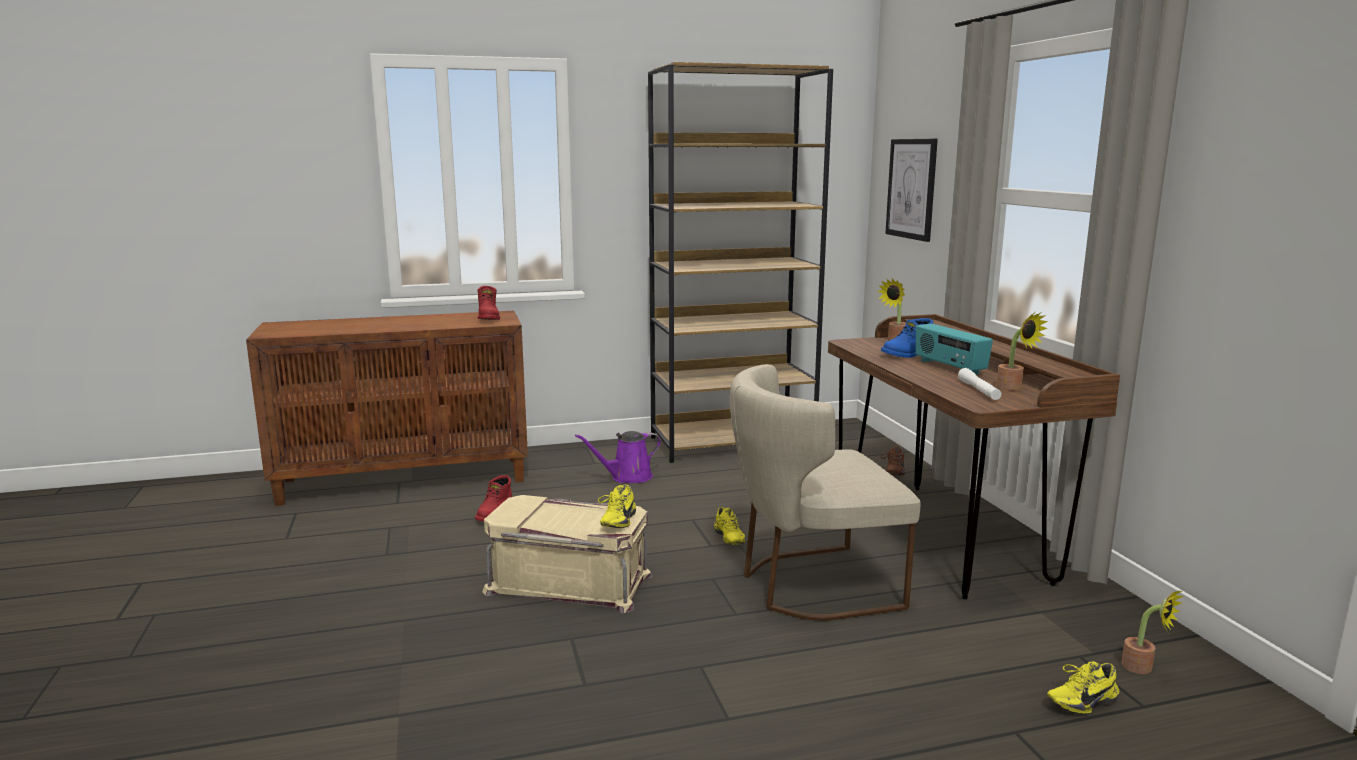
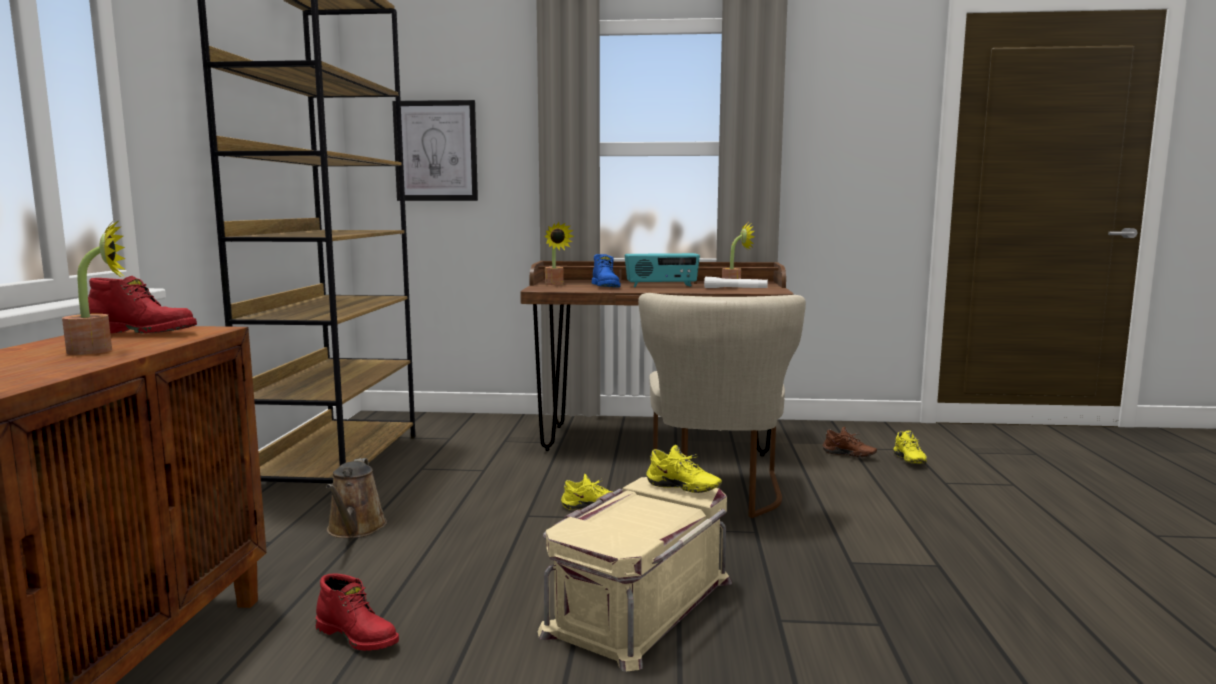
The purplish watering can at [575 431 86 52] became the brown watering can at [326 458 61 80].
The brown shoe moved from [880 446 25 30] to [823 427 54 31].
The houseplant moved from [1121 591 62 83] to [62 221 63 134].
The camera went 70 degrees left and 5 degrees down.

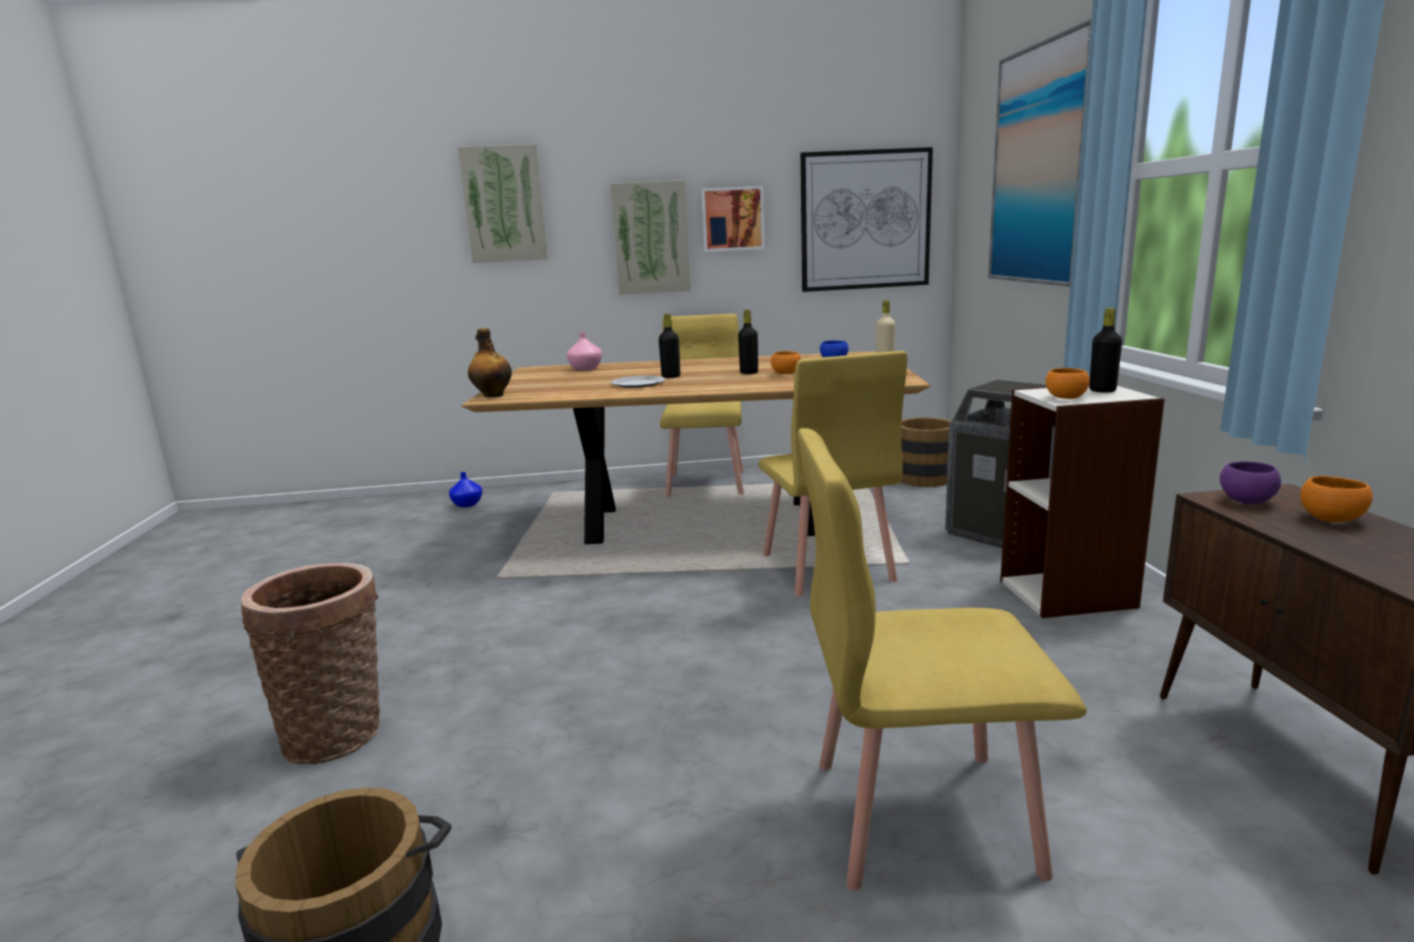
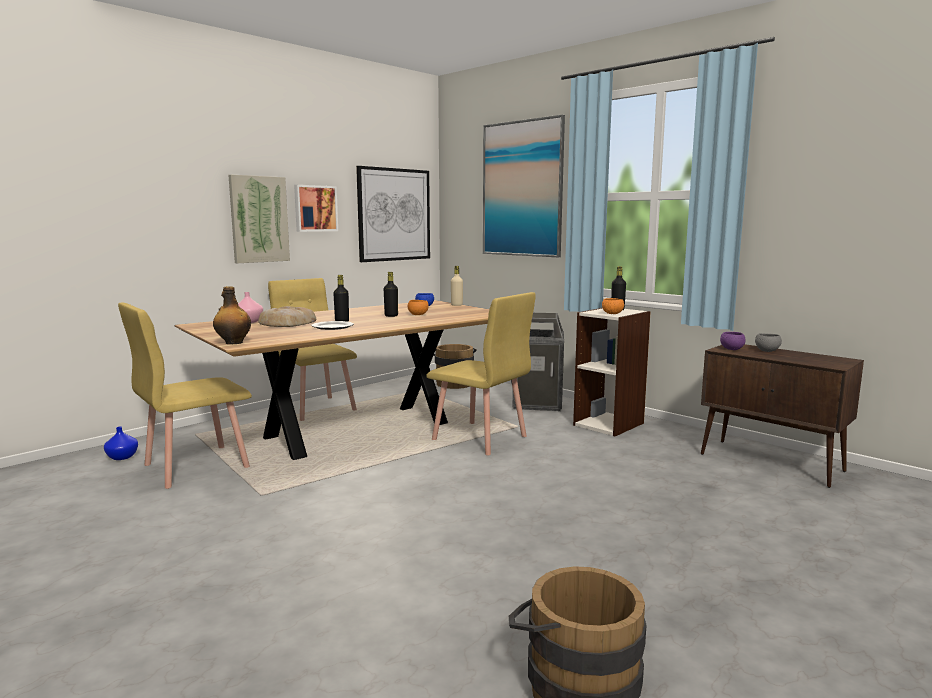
The wall art at [458 144 90 119] disappeared.
The yellow upright chair moved from [798 428 289 462] to [118 303 134 186].
The orange-coloured bowl at [1300 476 73 46] became the gray bowl at [755 333 27 19].
The storage basket at [241 563 139 201] disappeared.
The bread at [258 306 58 21] appeared.
The camera went 40 degrees left and 5 degrees down.

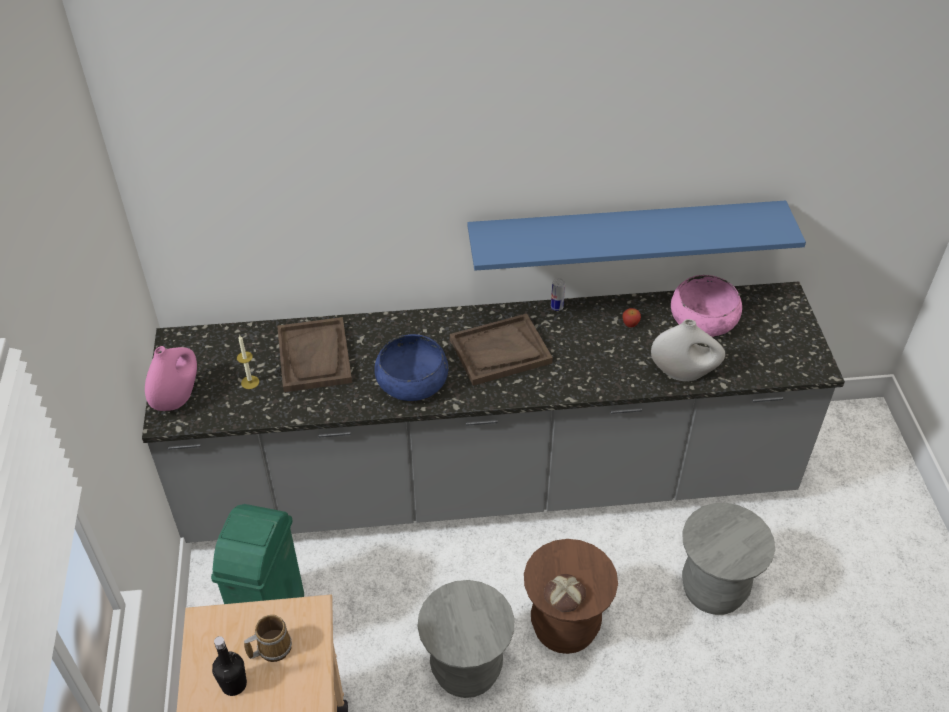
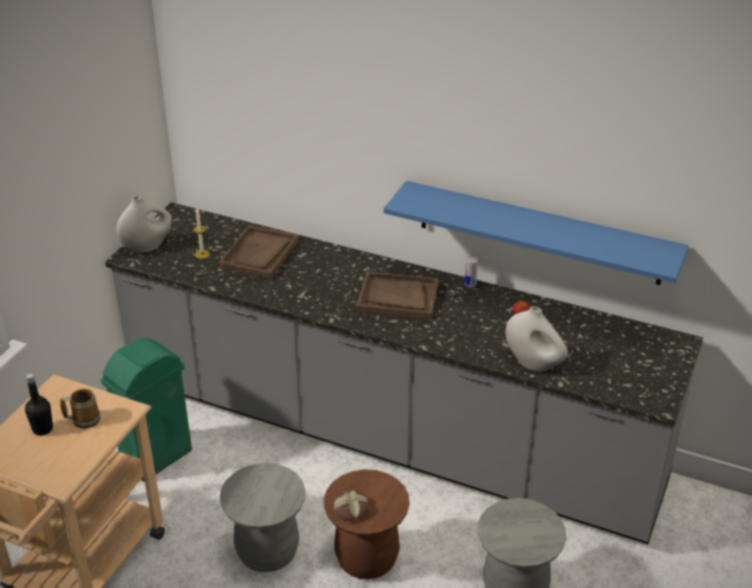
The pinkish bowl at [671 275 71 62] disappeared.
The bluish bowl at [374 334 75 67] disappeared.
The pinkish decorative vase at [145 346 52 65] became the white decorative vase at [116 196 56 57].
The camera went 30 degrees right and 10 degrees down.

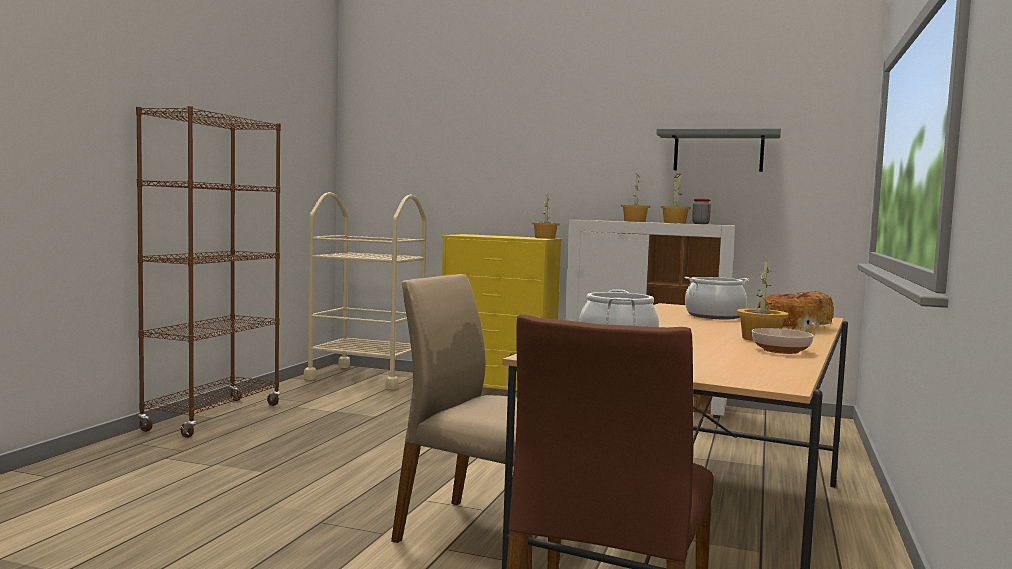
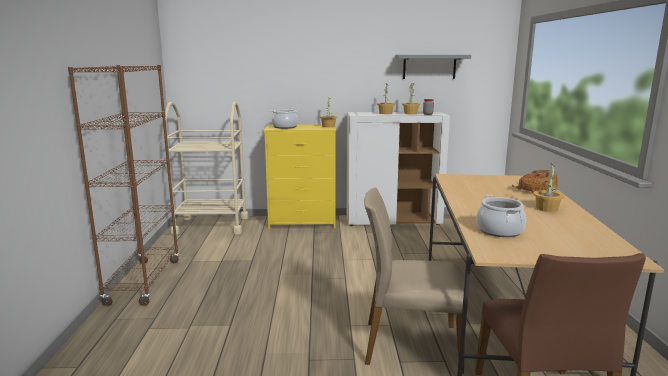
The saucepot moved from [685 277 64 42] to [271 109 27 20].
The bowl at [752 328 62 26] disappeared.
The camera went 20 degrees left and 10 degrees up.

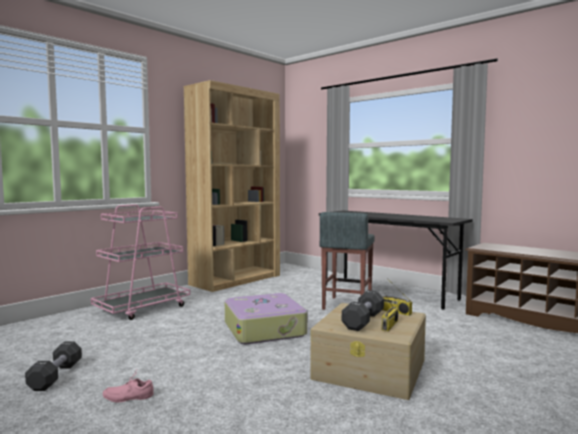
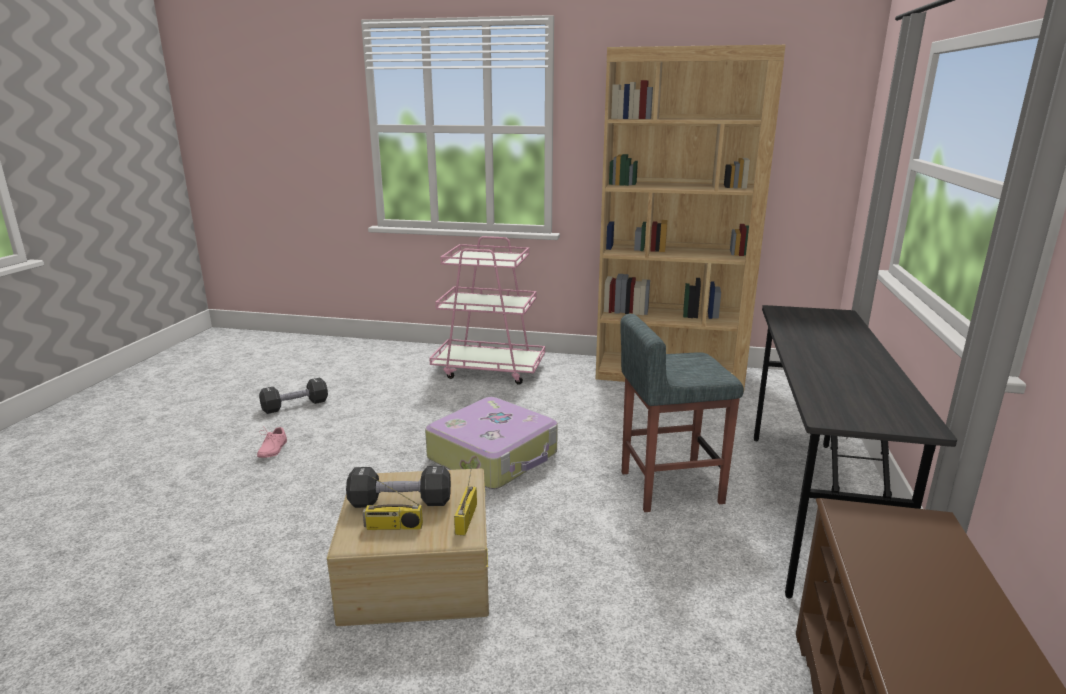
The pinkish shoe at [103 370 51 32] turned 135 degrees counterclockwise.
The camera went 60 degrees right and 15 degrees up.

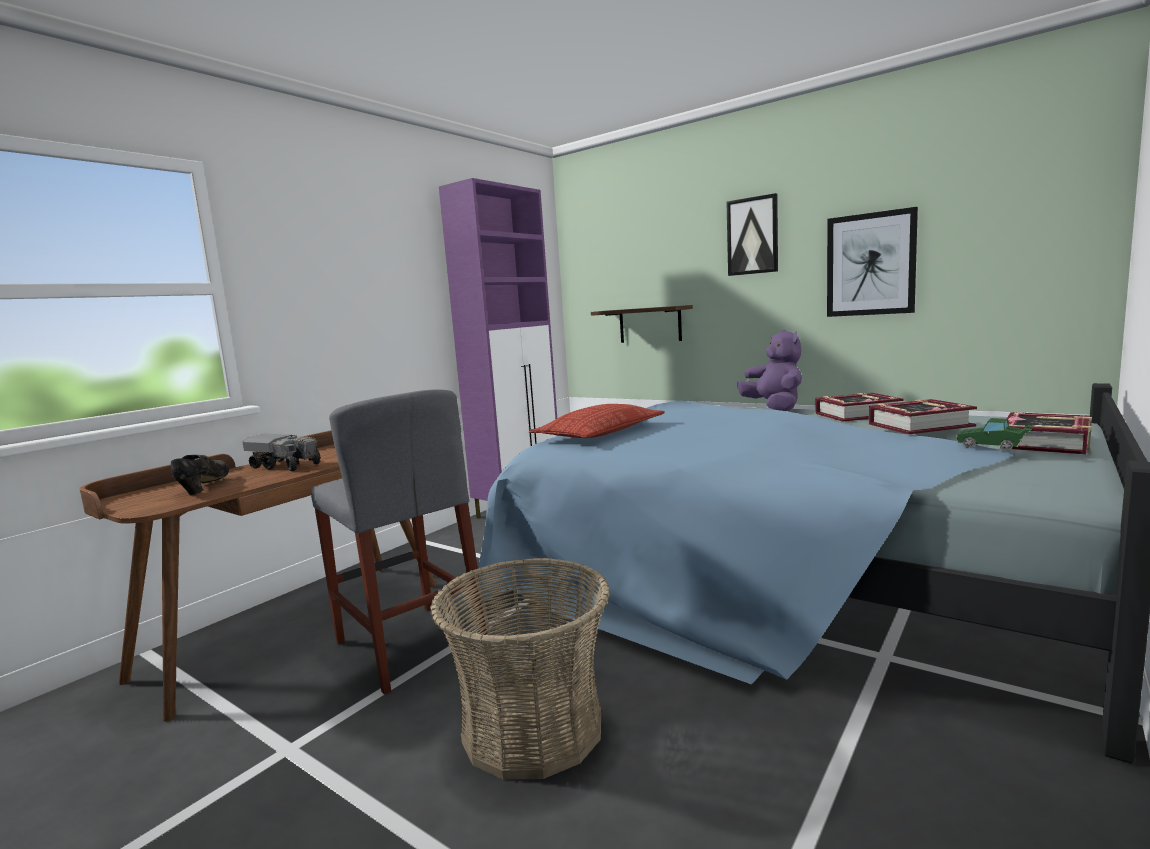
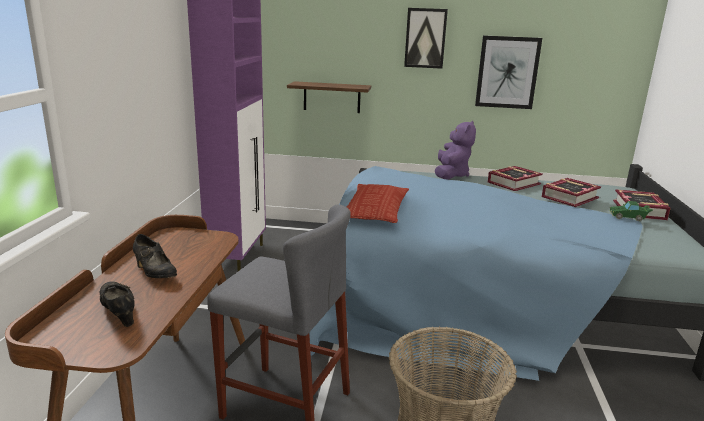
The purplish cuddly toy at [737 330 65 81] turned 60 degrees clockwise.
The model truck at [243 434 78 37] was replaced by the black shoe at [133 234 44 44].
The camera went 30 degrees left and 10 degrees up.

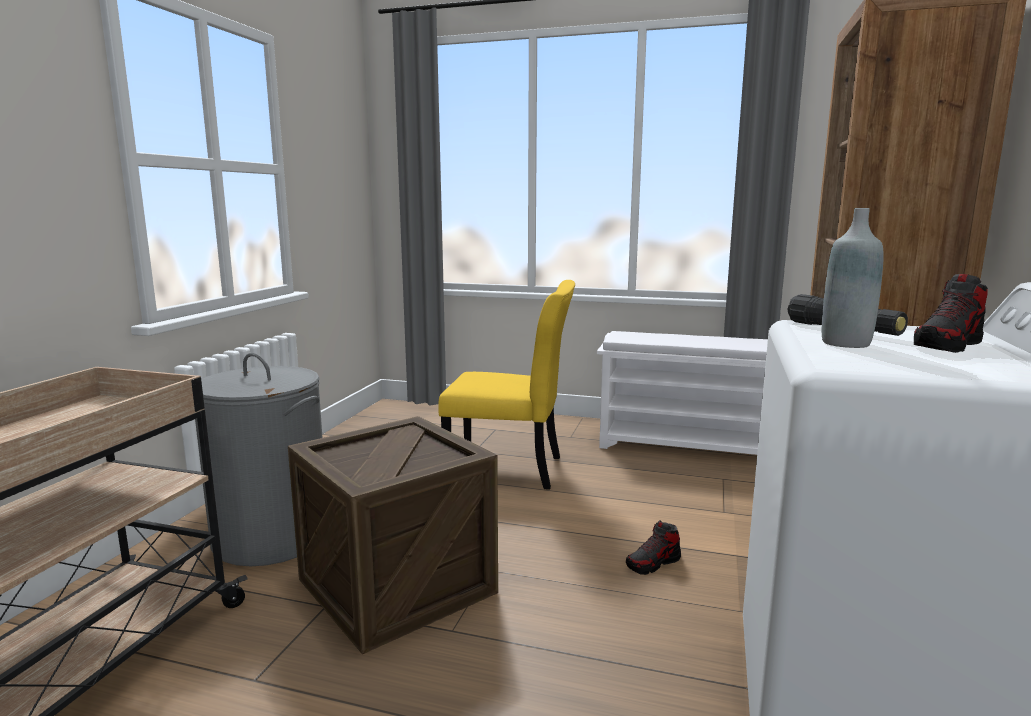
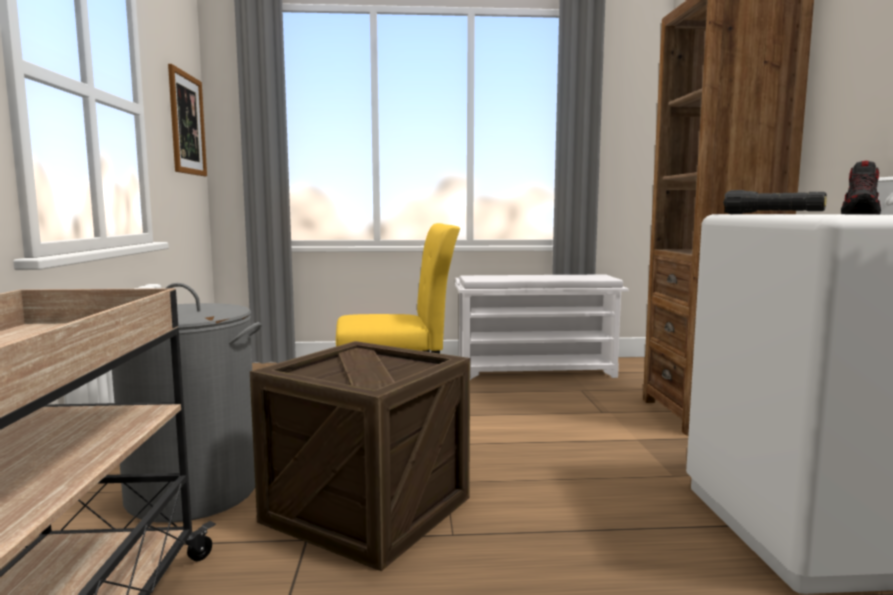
The gray drink bottle at [822 208 62 140] disappeared.
The shoe at [626 520 55 55] disappeared.
The wall art at [168 64 39 112] appeared.
The camera went 20 degrees left and 5 degrees down.

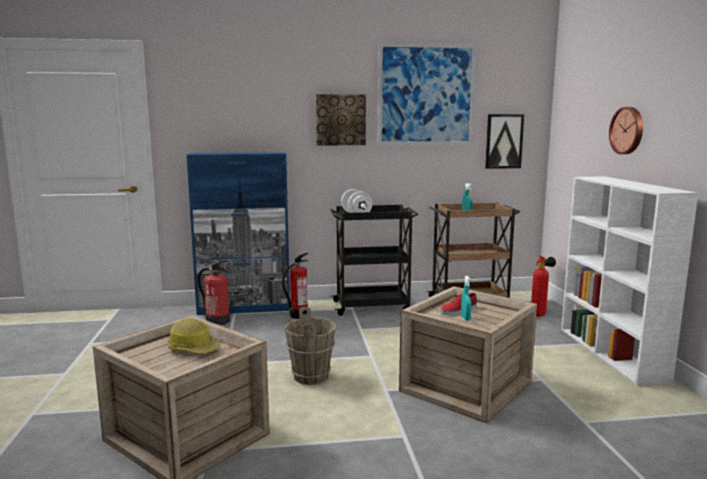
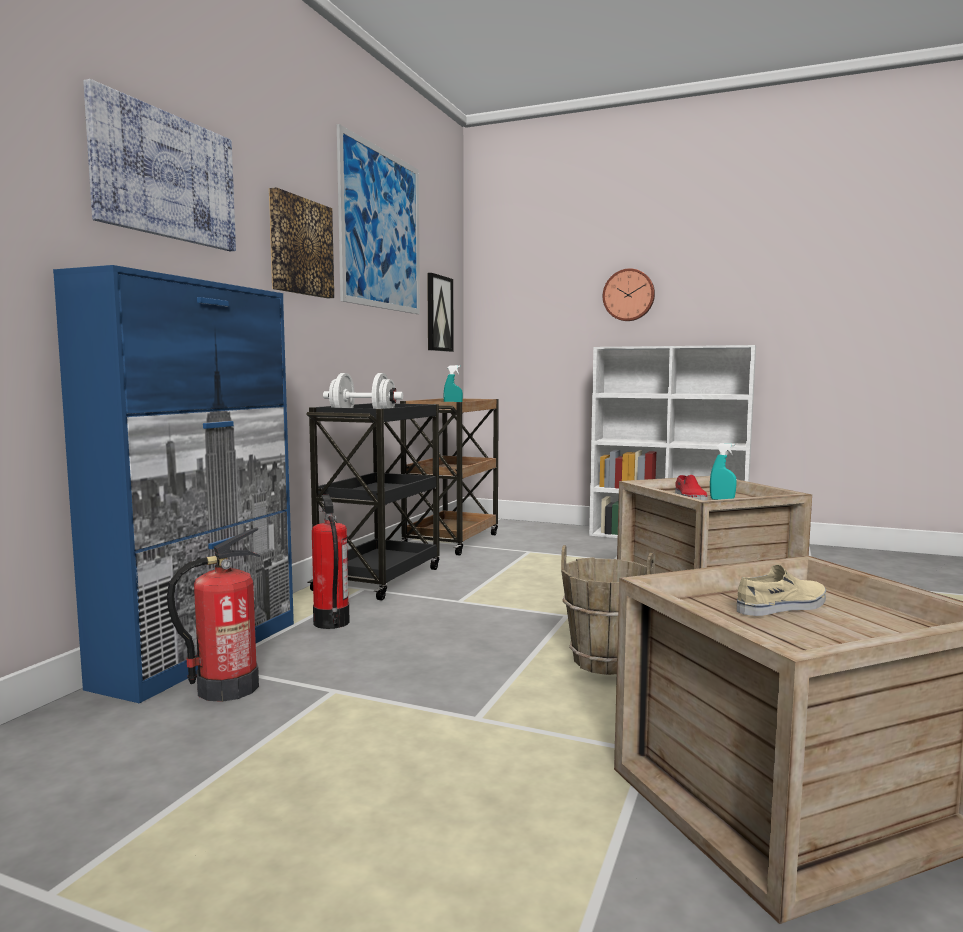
The fire extinguisher at [531 256 25 61] disappeared.
The hard hat at [167 318 54 36] was replaced by the beige-coloured shoe at [737 564 89 52].
The wall art at [83 79 153 172] appeared.
The camera went 60 degrees left and 5 degrees down.

